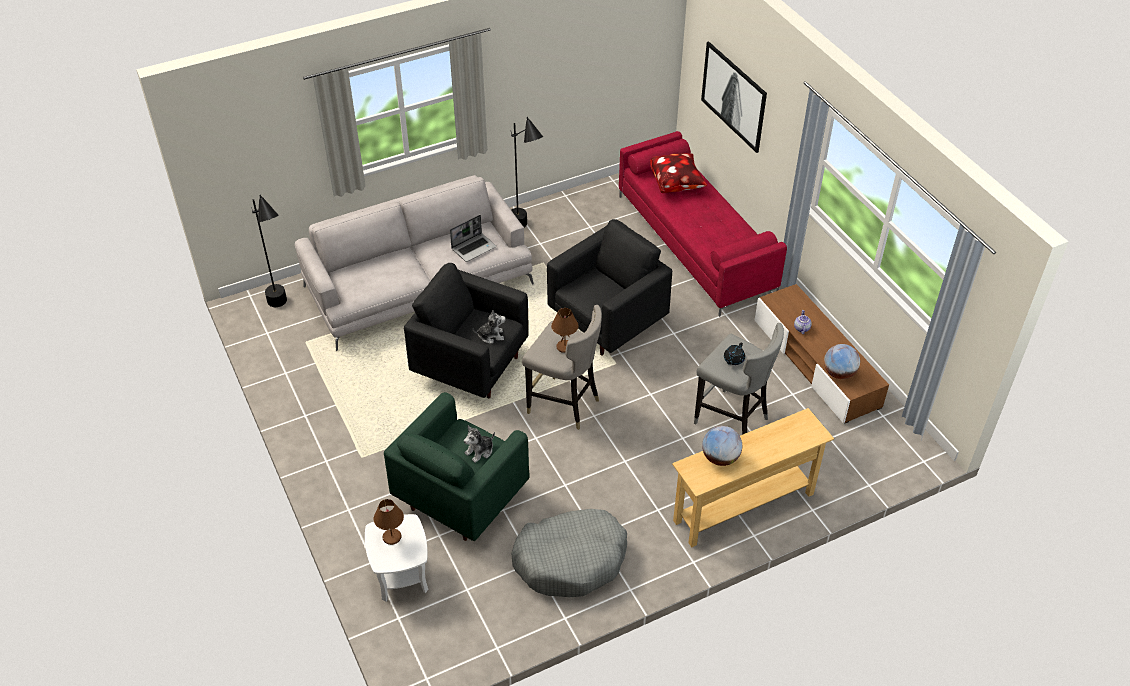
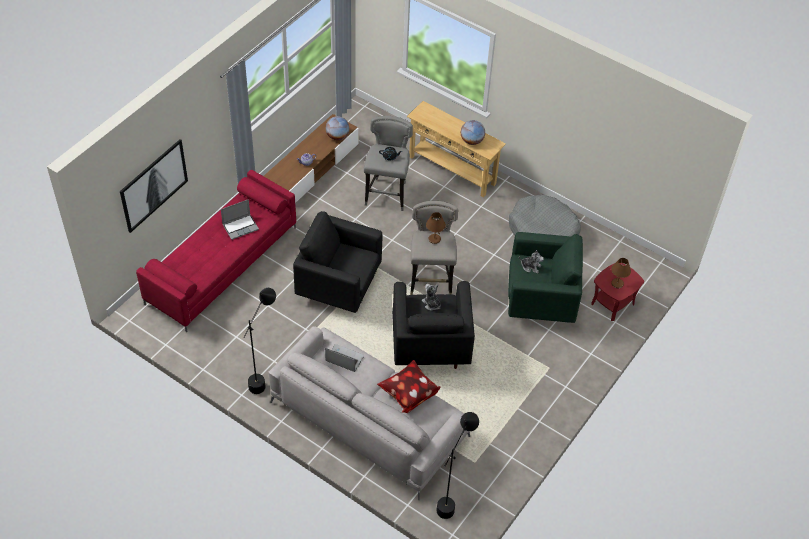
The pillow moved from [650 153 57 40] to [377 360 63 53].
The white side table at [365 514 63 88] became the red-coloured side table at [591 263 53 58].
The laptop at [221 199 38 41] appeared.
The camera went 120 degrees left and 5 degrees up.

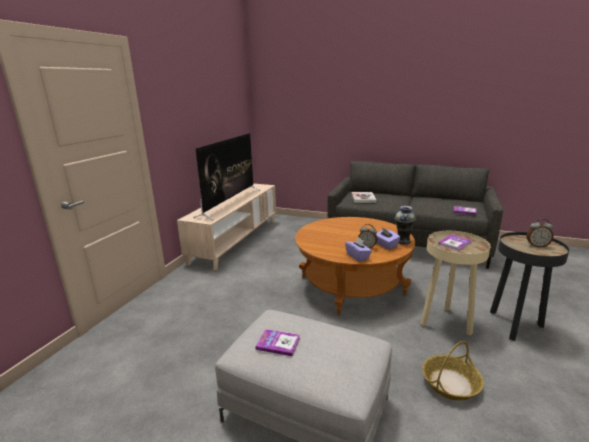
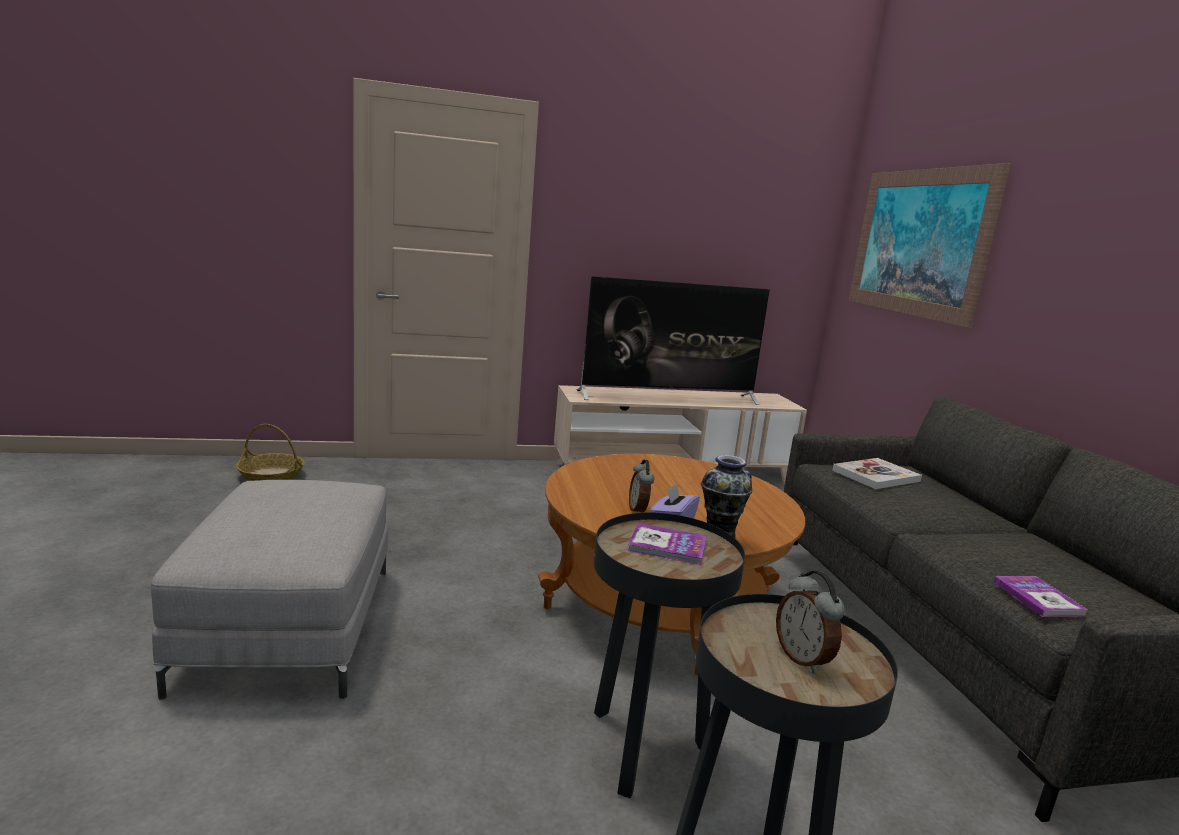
The beige-coloured side table at [421 231 70 105] became the black side table at [594 513 151 286].
The purplish tissue holder at [345 237 27 25] disappeared.
The volume at [255 329 45 27] disappeared.
The storage basket moved from [422 341 62 60] to [236 424 69 57].
The wall art at [849 163 162 165] appeared.
The camera went 55 degrees right and 5 degrees down.

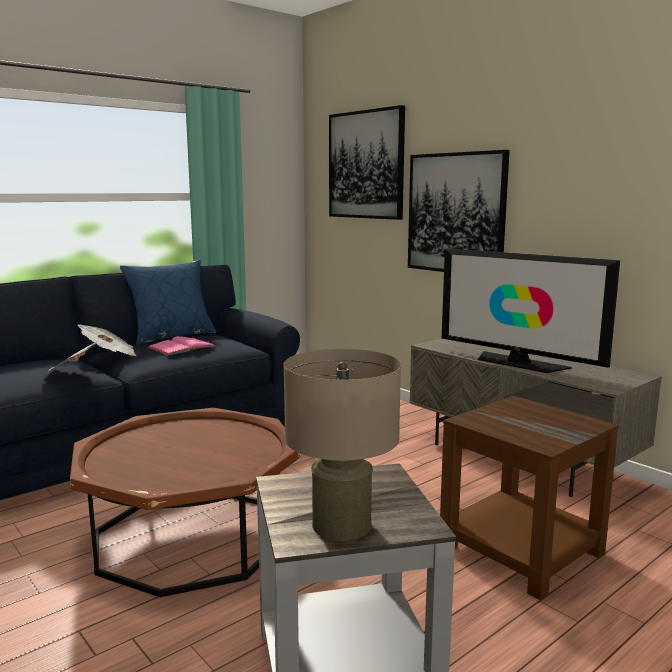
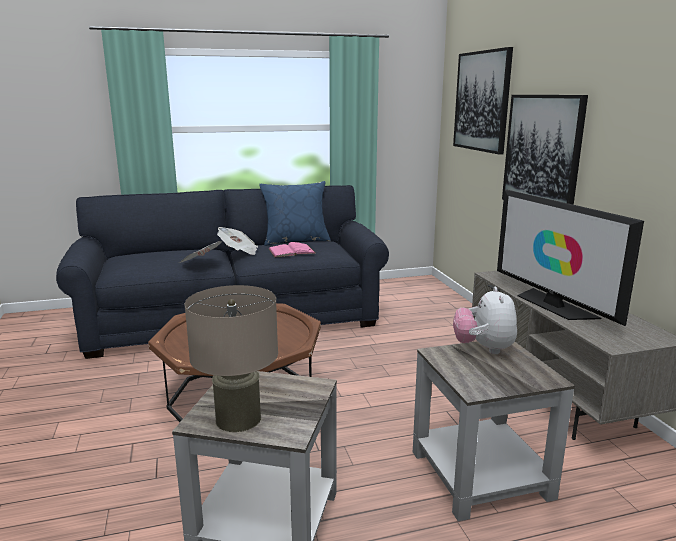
The brown side table at [440 396 179 204] became the gray side table at [413 341 162 180].
The cuddly toy at [453 286 64 68] appeared.
The camera went 25 degrees right and 5 degrees up.

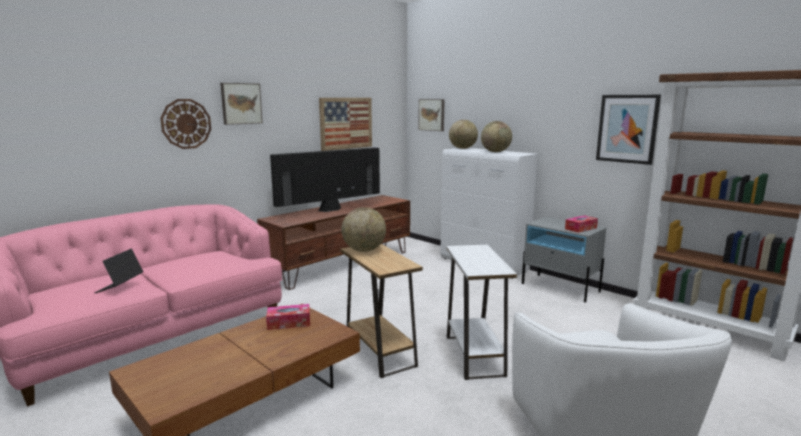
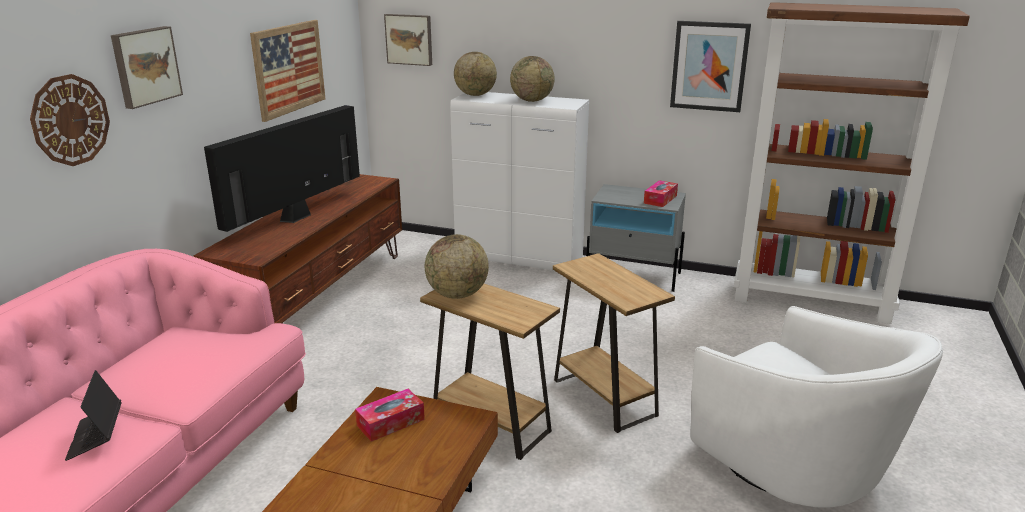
The white side table at [447 245 70 135] became the brown side table at [553 253 122 180].
The camera went 25 degrees left and 10 degrees up.

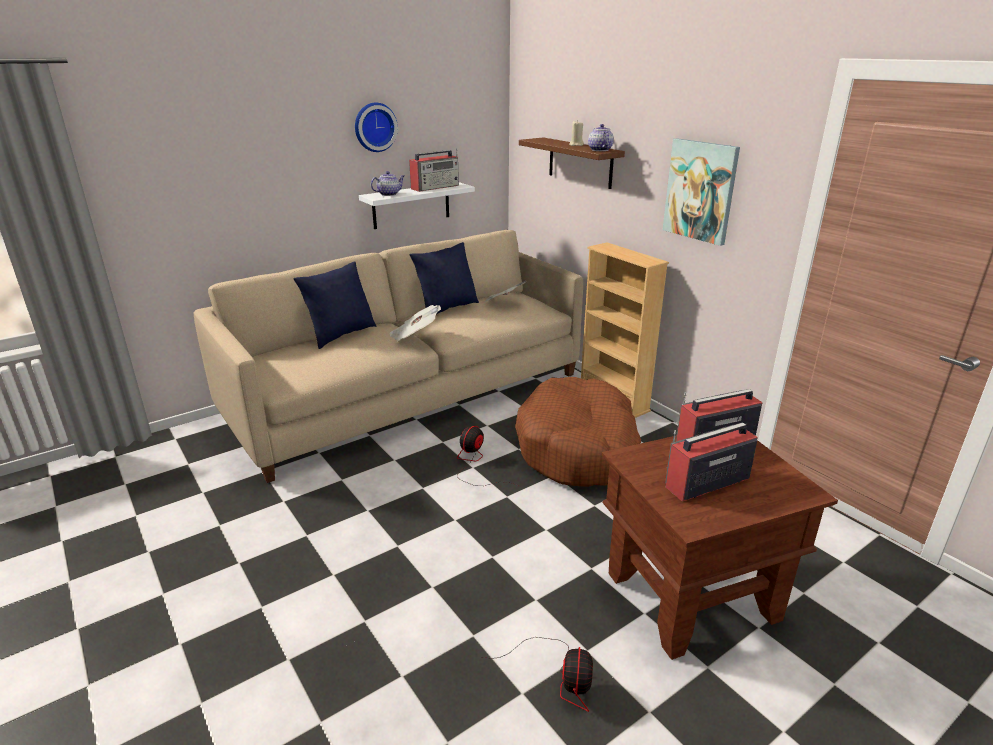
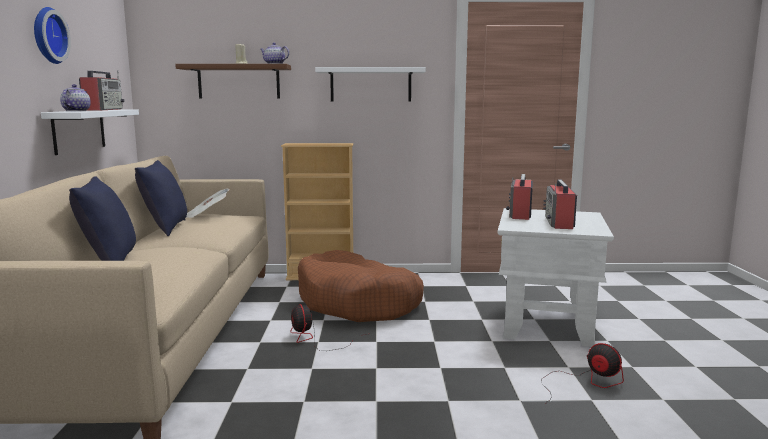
The wall art at [663 138 77 108] was replaced by the white wall shelf at [315 67 111 34].
The printed paper at [389 305 52 37] disappeared.
The brown side table at [602 435 236 225] became the white side table at [498 208 116 139].
The camera went 55 degrees left and 15 degrees down.

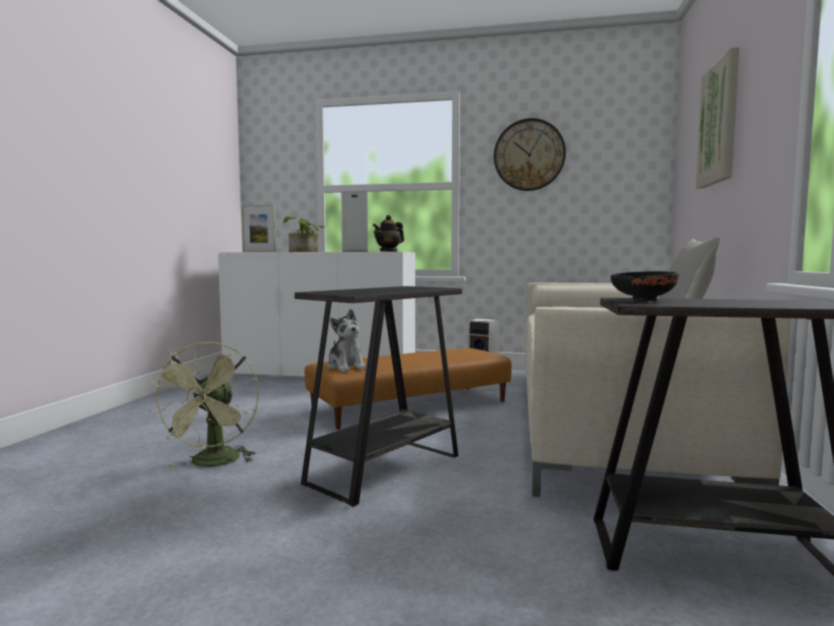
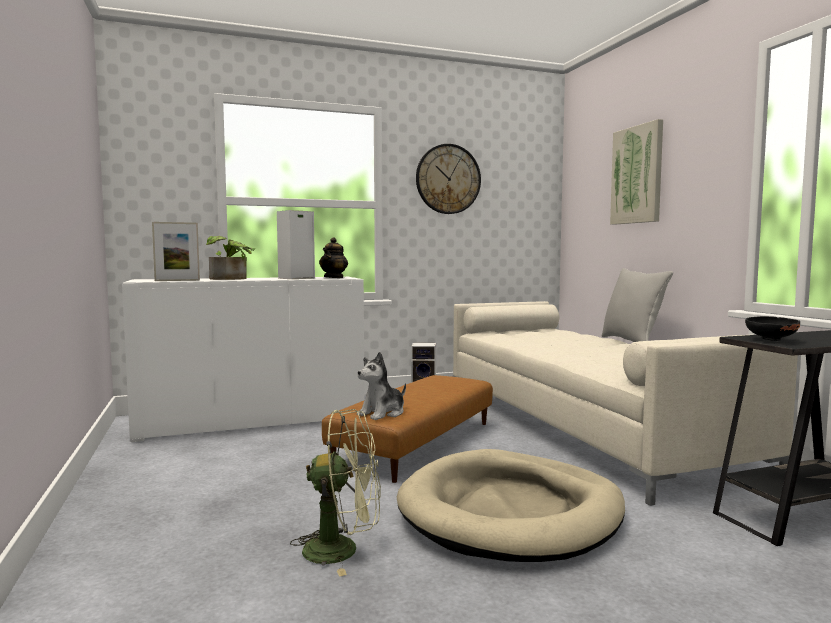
The black side table at [294 286 168 221] was replaced by the beige-coloured pet bed at [397 449 228 113].
The cuddly toy at [327 309 40 63] turned 105 degrees clockwise.
The green fan at [149 341 110 126] turned 60 degrees counterclockwise.
The camera went 30 degrees left and 0 degrees up.

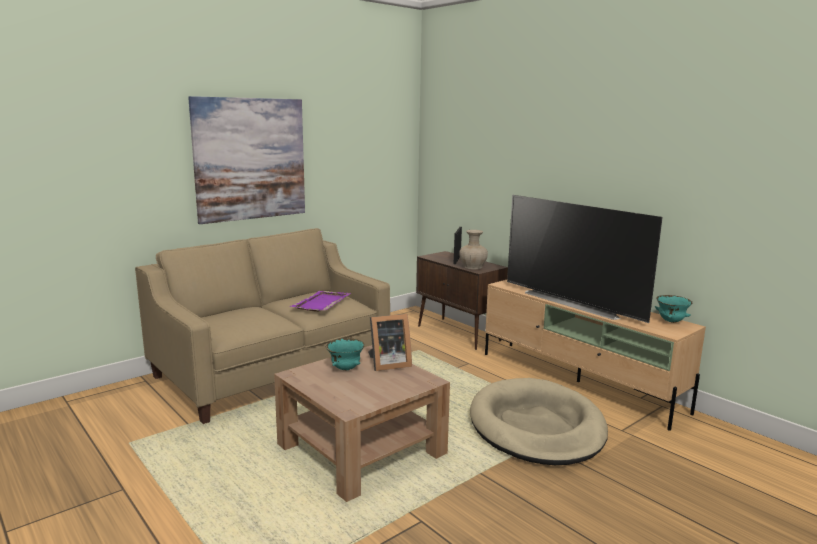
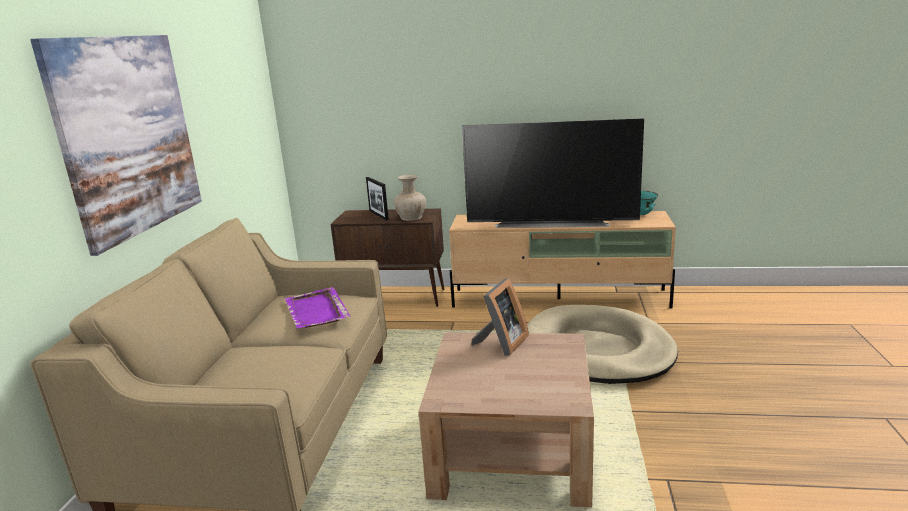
The turquoise-coloured bowl at [326 338 39 32] disappeared.
The camera went 40 degrees left and 5 degrees up.

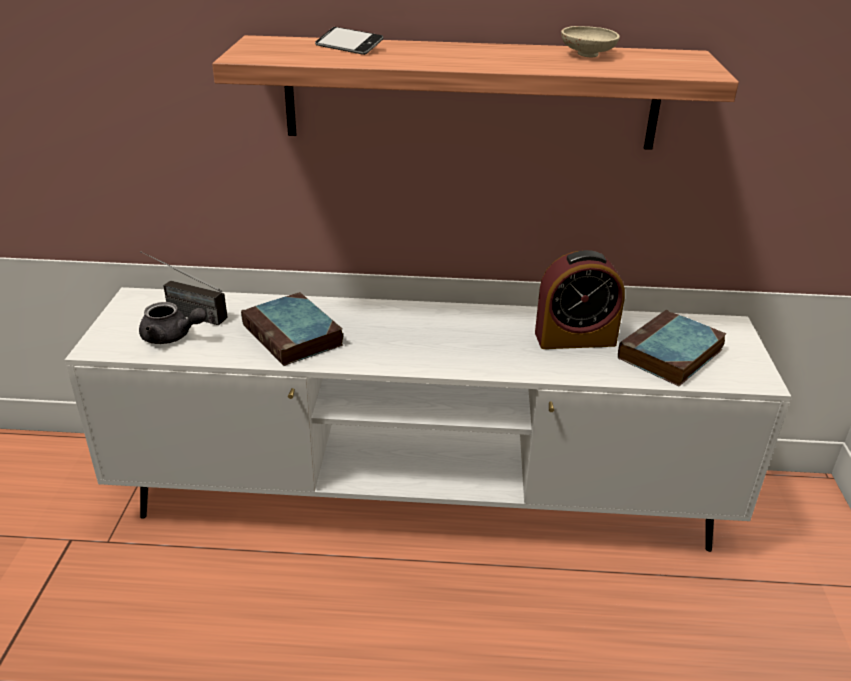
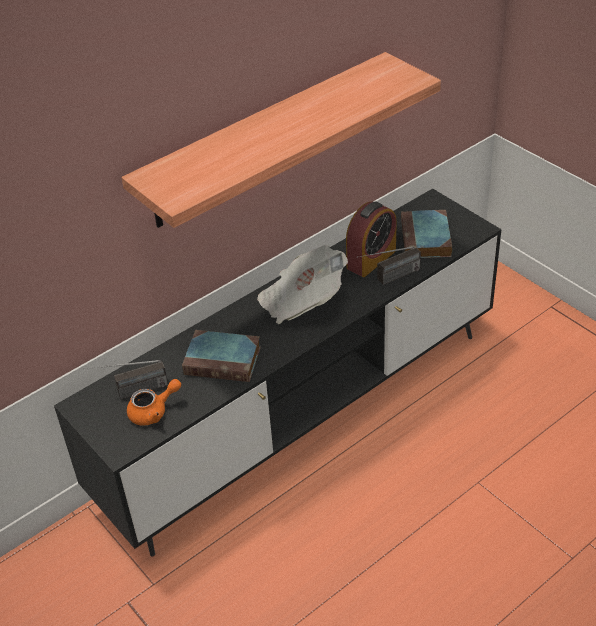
The beige-coloured bowl at [561 26 59 31] disappeared.
The handset at [315 27 69 28] disappeared.
The white media console at [65 287 726 265] became the black media console at [54 189 447 368].
The gray tea pot at [139 302 68 42] became the orange-coloured tea pot at [127 379 54 47].
The printed paper at [257 245 91 79] appeared.
The radio receiver at [357 246 64 39] appeared.
The camera went 40 degrees left and 10 degrees up.

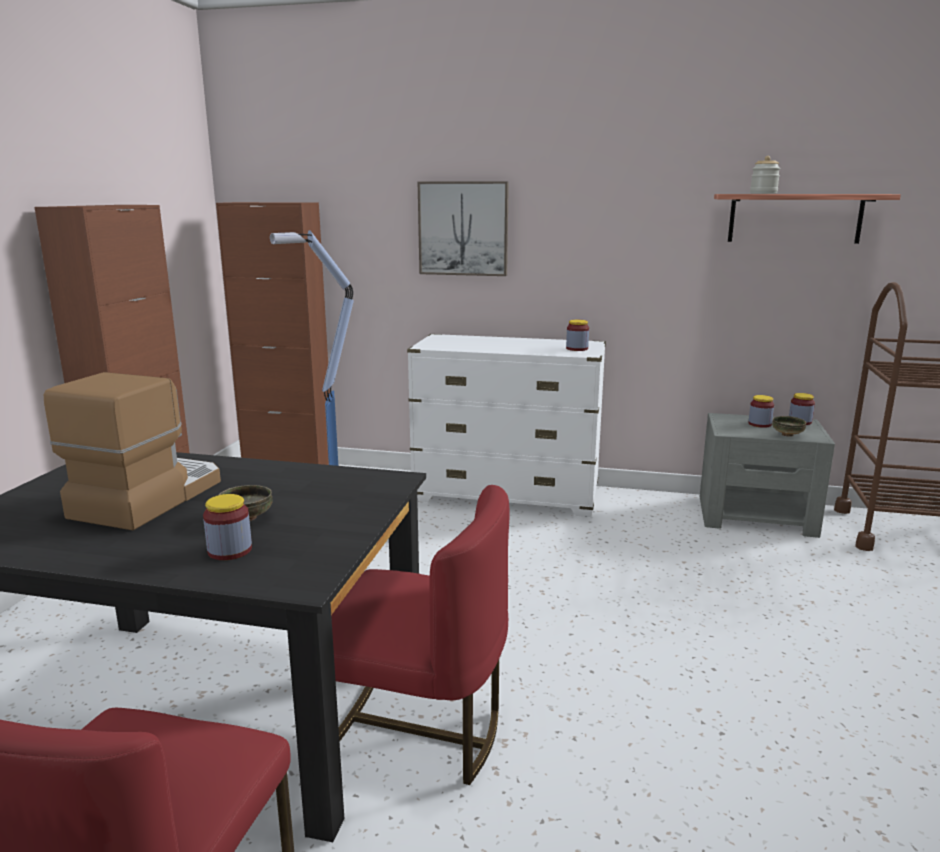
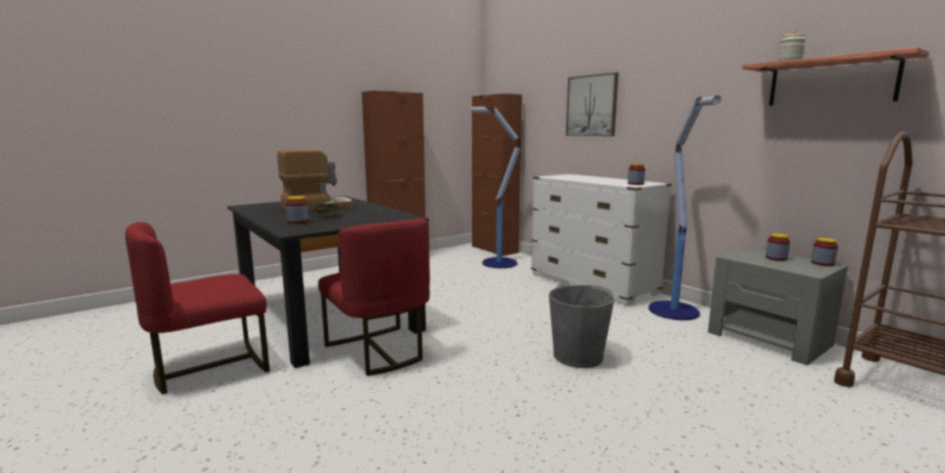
The bowl at [772 416 34 21] disappeared.
The floor lamp at [648 95 73 225] appeared.
The gray pail at [549 283 66 85] appeared.
The camera went 40 degrees right and 5 degrees down.

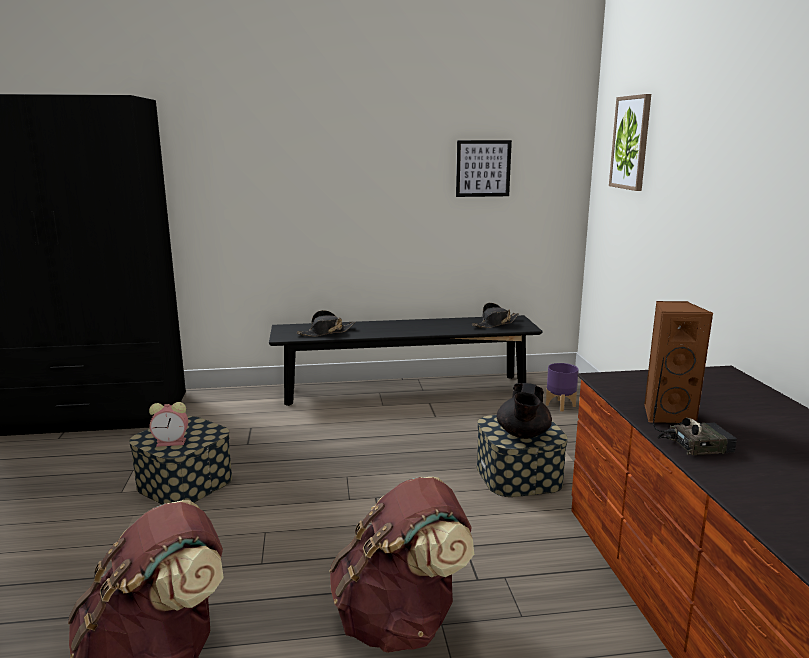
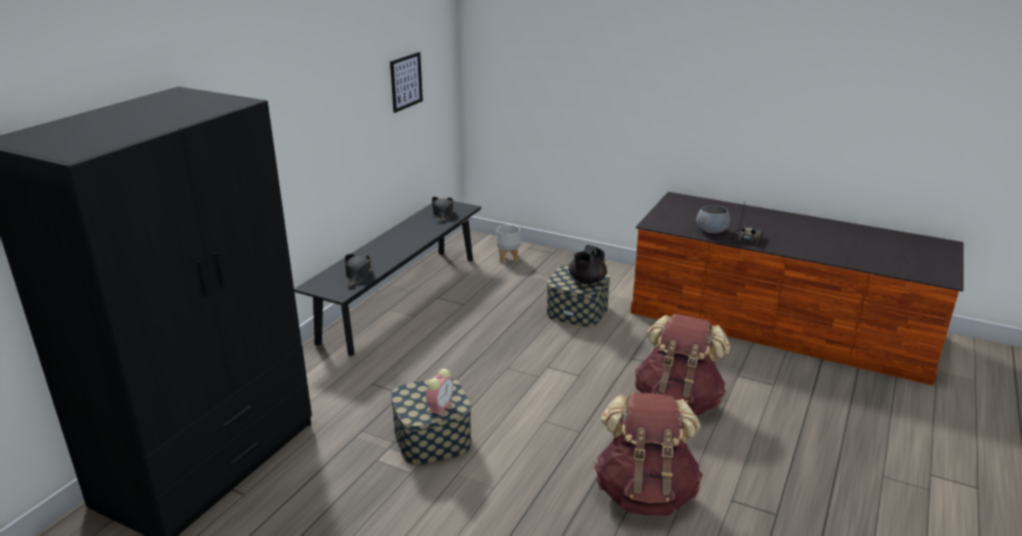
The wall art at [609 94 42 97] disappeared.
The brown loudspeaker at [644 301 69 122] was replaced by the gray bowl at [696 205 34 28].
The purplish flower pot at [546 363 33 49] became the gray flower pot at [497 225 23 38].
The black tea pot at [497 383 55 56] turned 75 degrees clockwise.
The camera went 55 degrees left and 10 degrees up.

